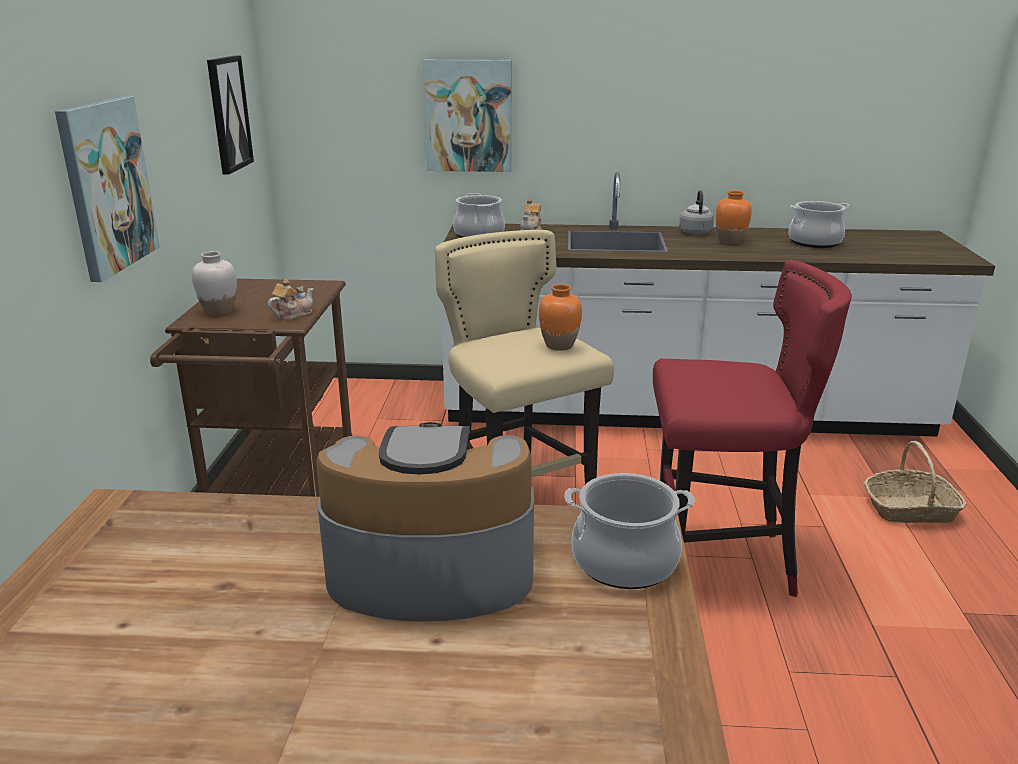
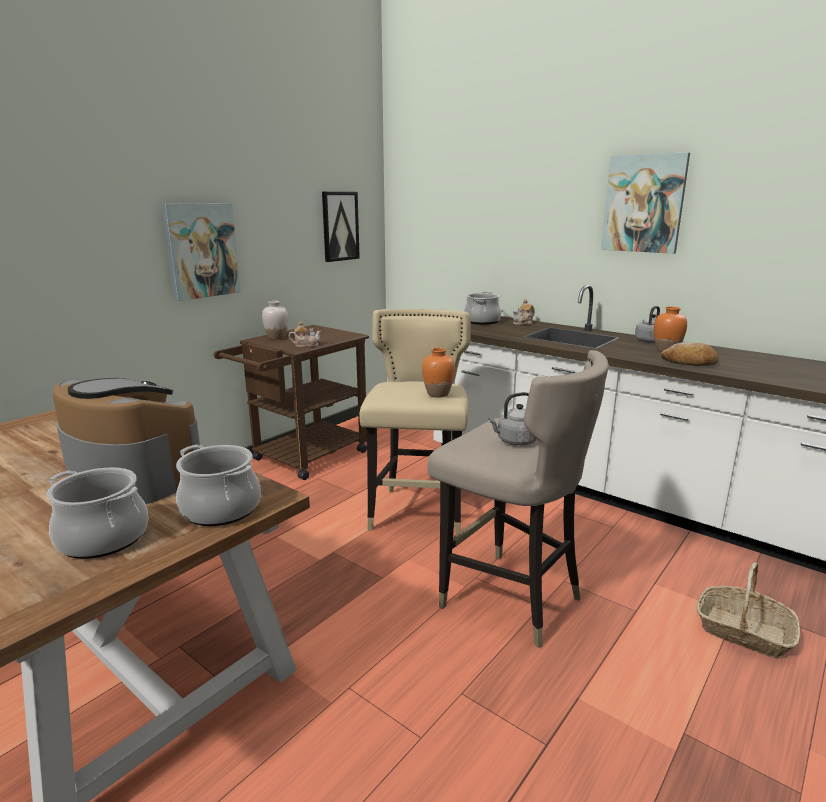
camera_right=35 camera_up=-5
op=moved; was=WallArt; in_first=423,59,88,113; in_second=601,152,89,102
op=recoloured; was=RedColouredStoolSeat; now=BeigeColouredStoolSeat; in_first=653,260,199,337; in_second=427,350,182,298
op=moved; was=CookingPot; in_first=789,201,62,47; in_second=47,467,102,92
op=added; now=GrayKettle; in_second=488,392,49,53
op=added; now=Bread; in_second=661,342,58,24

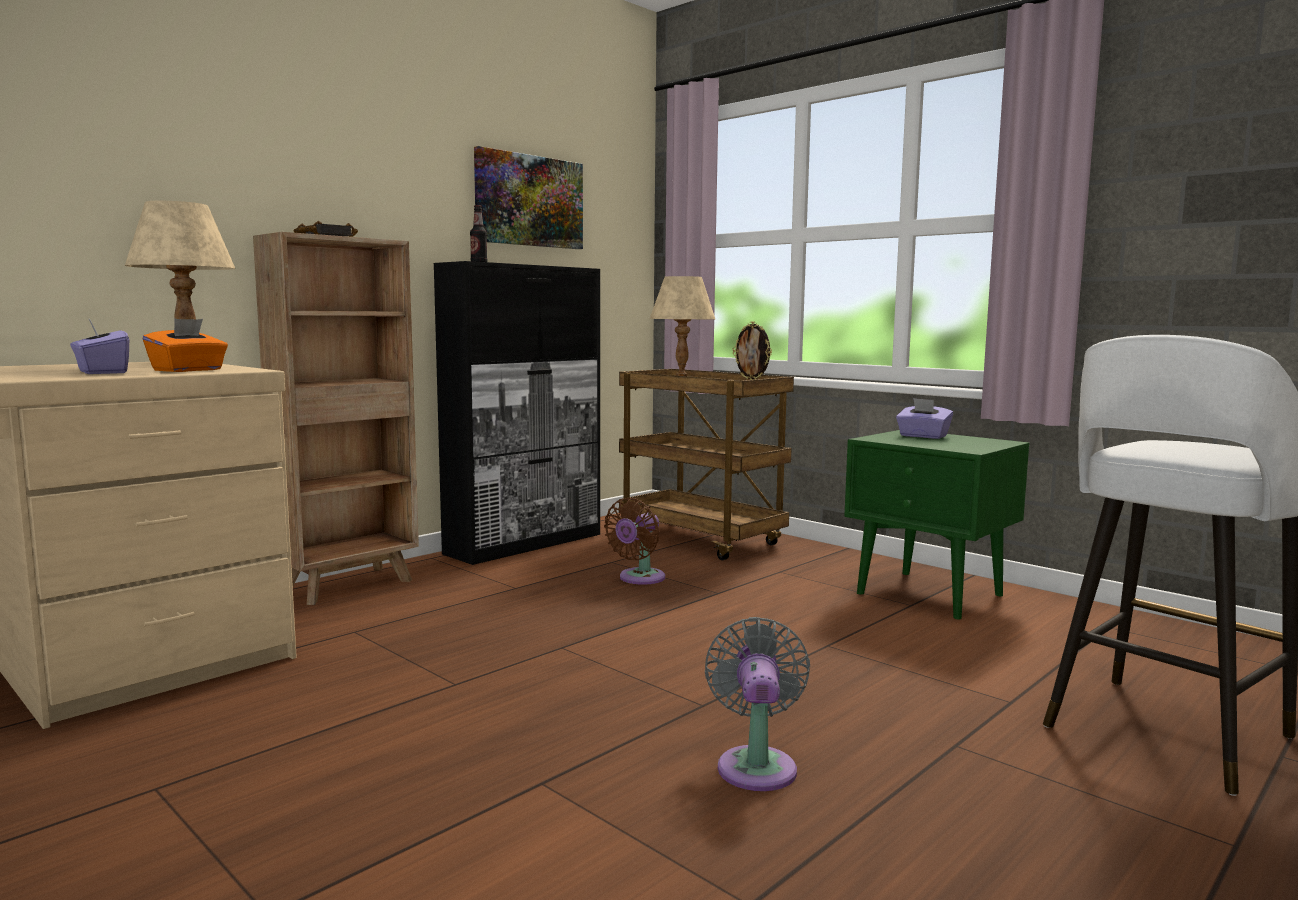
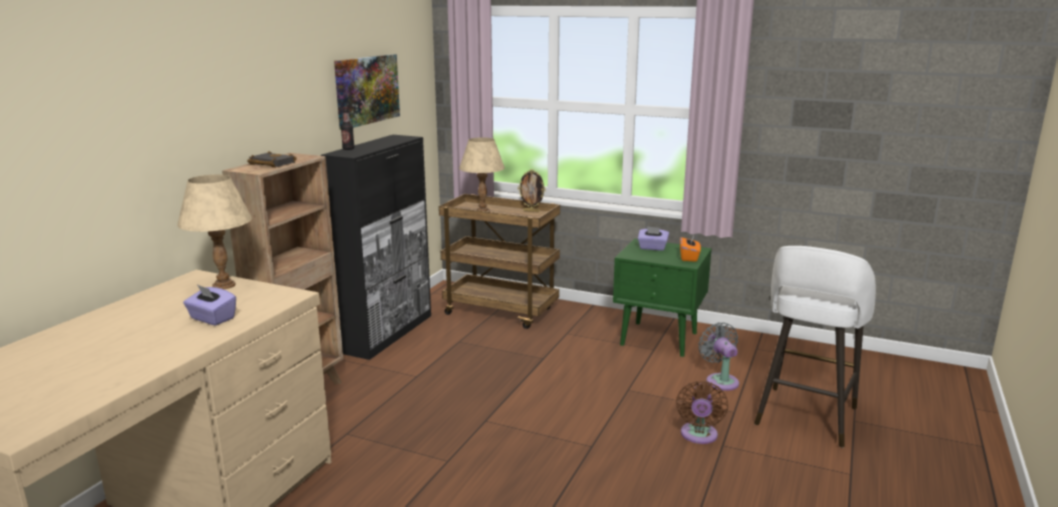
camera_right=-20 camera_up=10
op=moved; was=OrangeyTissueHolder; in_first=143,319,85,53; in_second=680,235,21,27
op=moved; was=BrownCoolingFan; in_first=604,498,61,87; in_second=676,381,52,63
op=moved; was=GrayCoolingFan; in_first=705,617,105,174; in_second=698,322,41,69

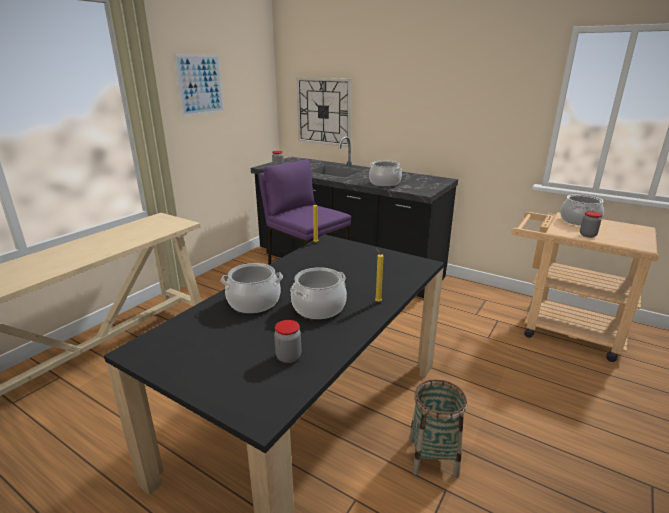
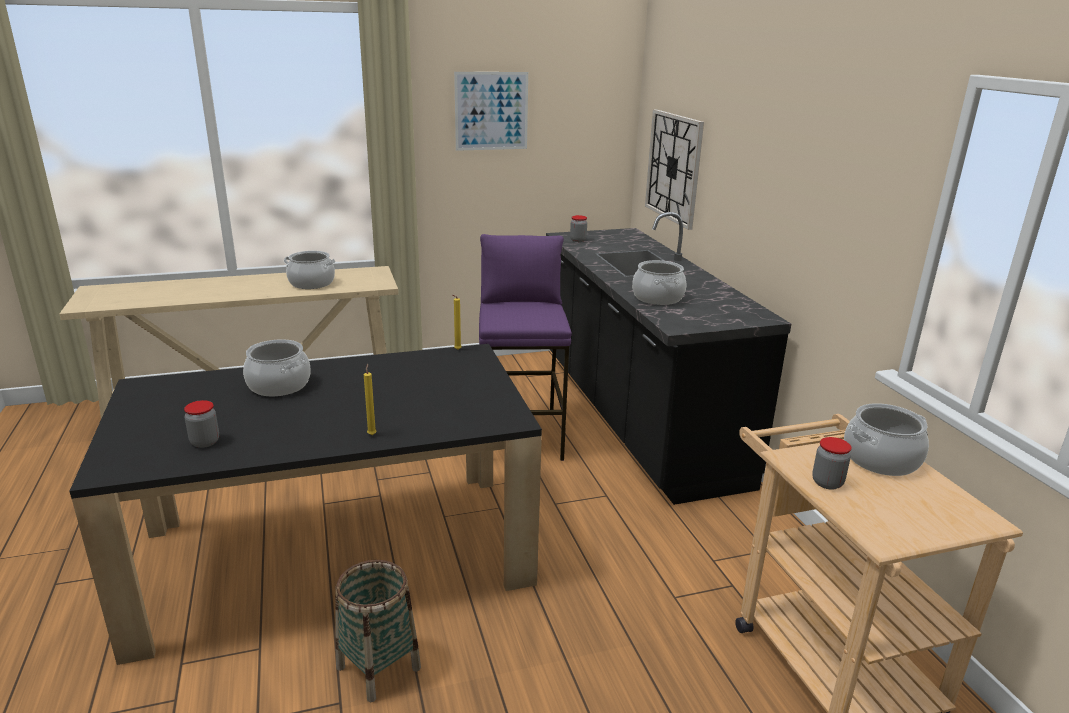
camera_right=40 camera_up=0
op=moved; was=CookingPot; in_first=290,267,57,52; in_second=284,251,52,38

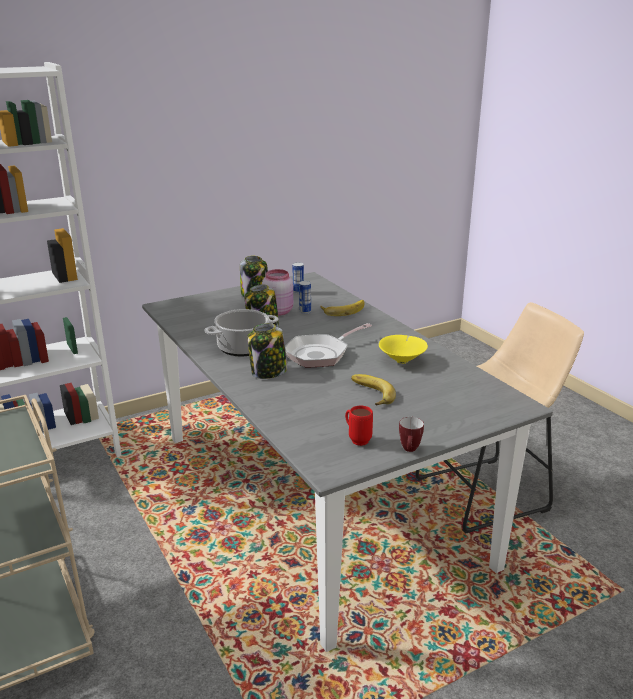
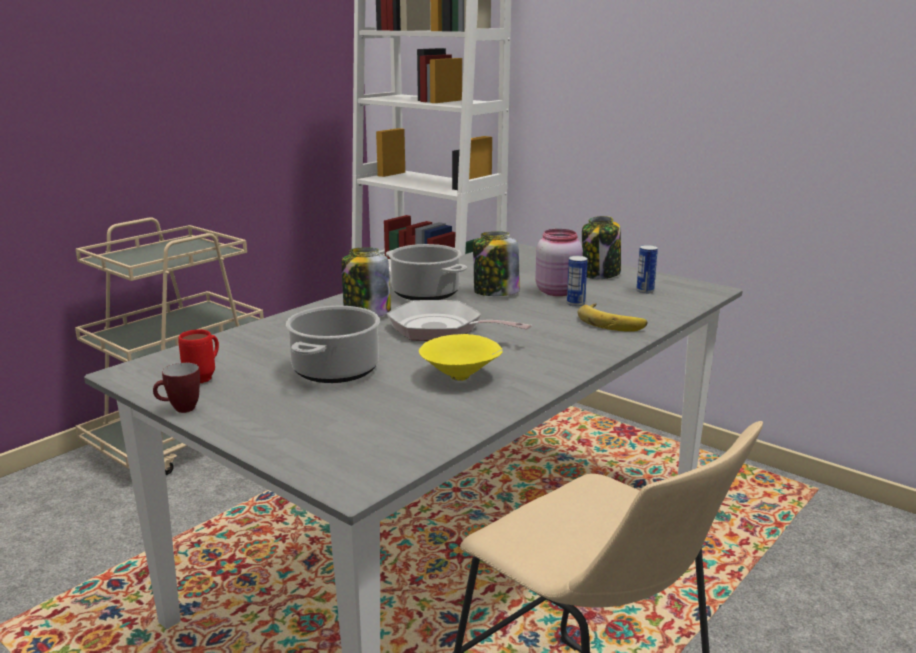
camera_right=70 camera_up=-5
op=replaced; was=Banana; now=CookingPot; in_first=351,374,45,32; in_second=286,306,94,77

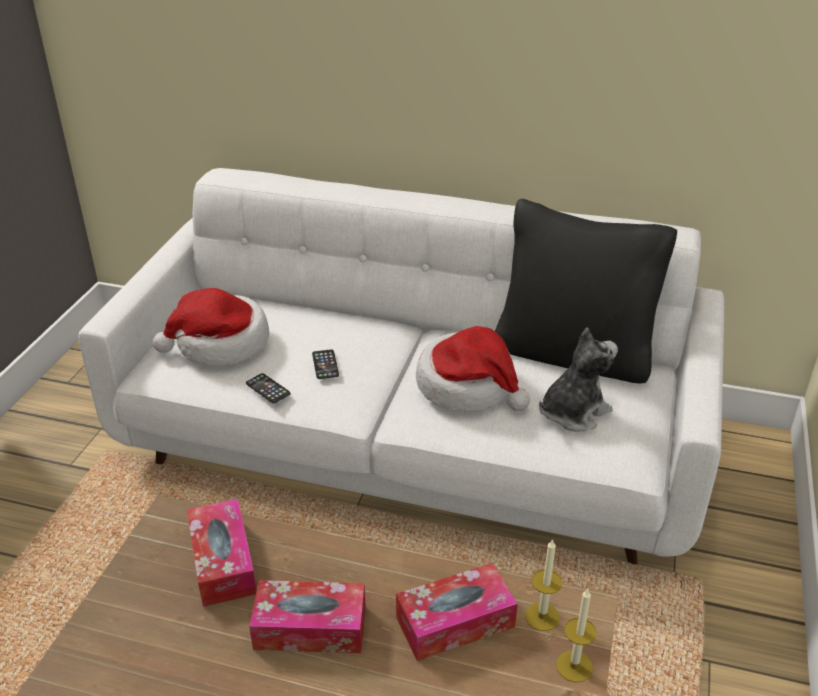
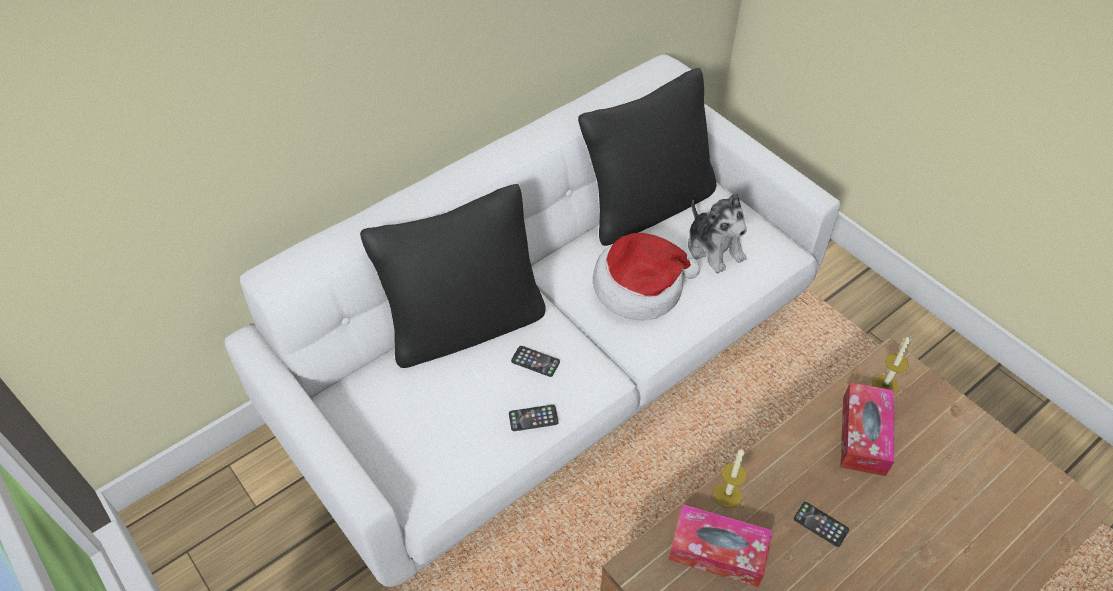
camera_right=-55 camera_up=15
op=removed; was=Hat; in_first=153,288,116,78
op=replaced; was=TissueHolder; now=Phone; in_first=249,580,117,73; in_second=794,502,55,45
op=turned; was=PlushToy; in_first=539,328,79,104; in_second=688,193,59,80; clockwise=150
op=moved; was=Candle; in_first=556,589,41,93; in_second=714,448,33,60
op=added; now=BlackCushion; in_second=360,184,186,184

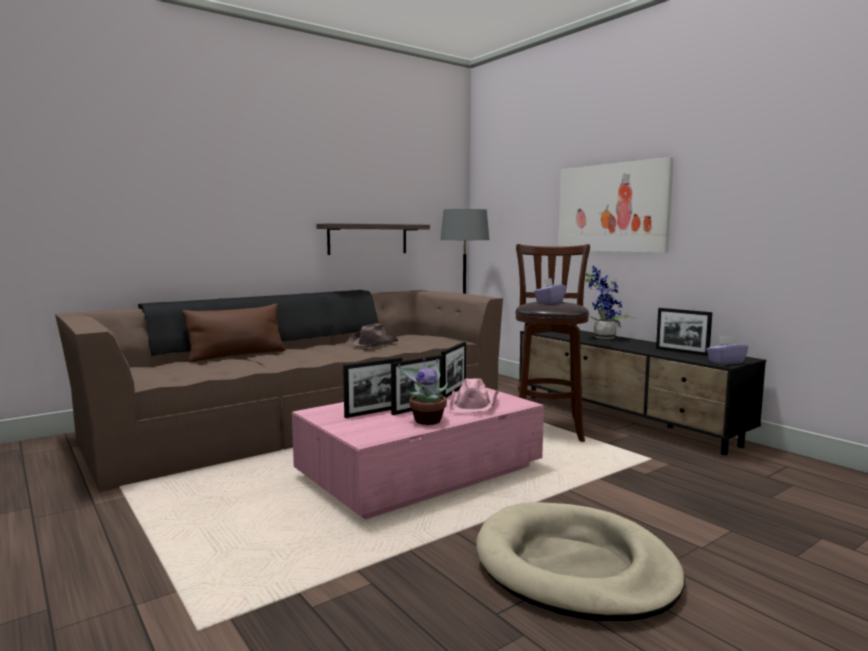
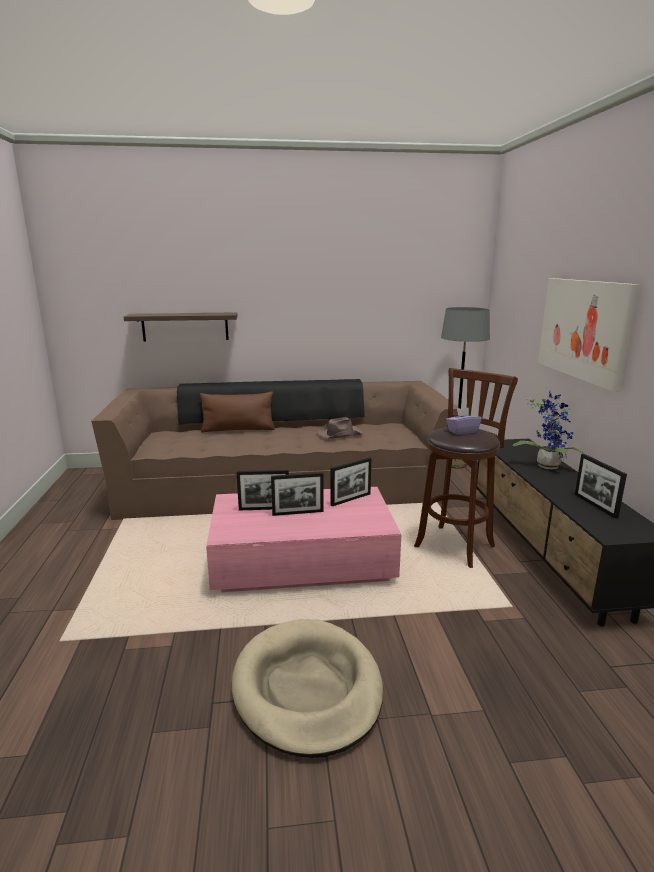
camera_right=30 camera_up=10
op=moved; was=WallShelf; in_first=316,223,114,32; in_second=124,312,114,29
op=removed; was=Houseplant; in_first=398,359,50,66
op=removed; was=PinkishHat; in_first=450,379,49,34
op=removed; was=PurplishTissueHolder; in_first=706,336,42,29

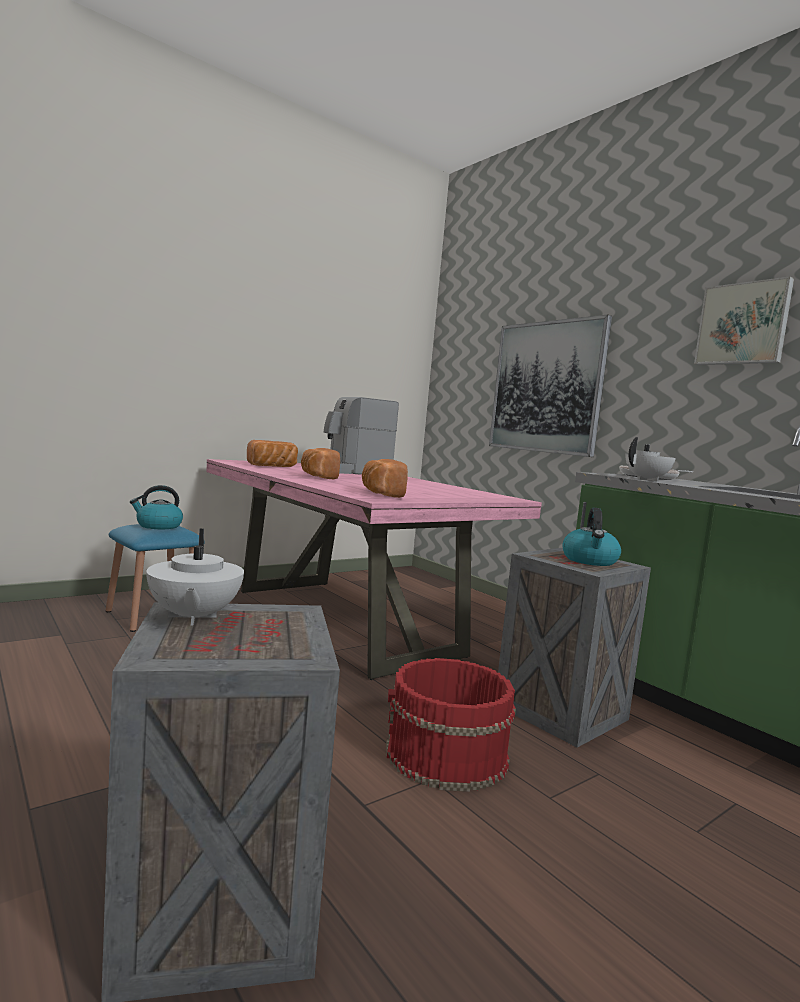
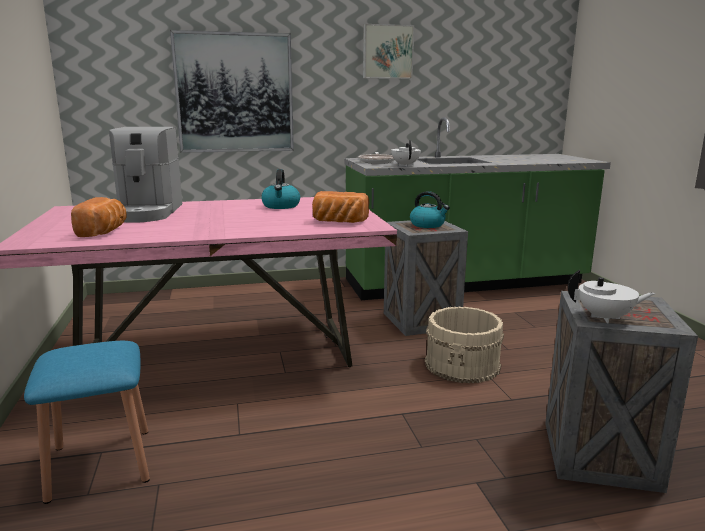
camera_right=-65 camera_up=10
op=moved; was=Kettle; in_first=130,485,53,44; in_second=261,169,39,40
op=removed; was=Bread; in_first=301,448,39,31
op=recoloured; was=RedColouredWaterBucket; now=BeigeColouredWaterBucket; in_first=386,658,130,134; in_second=425,307,79,76

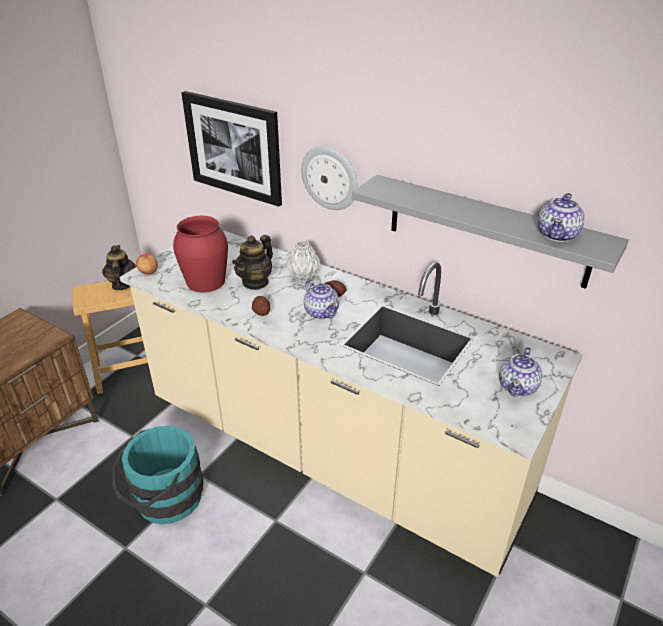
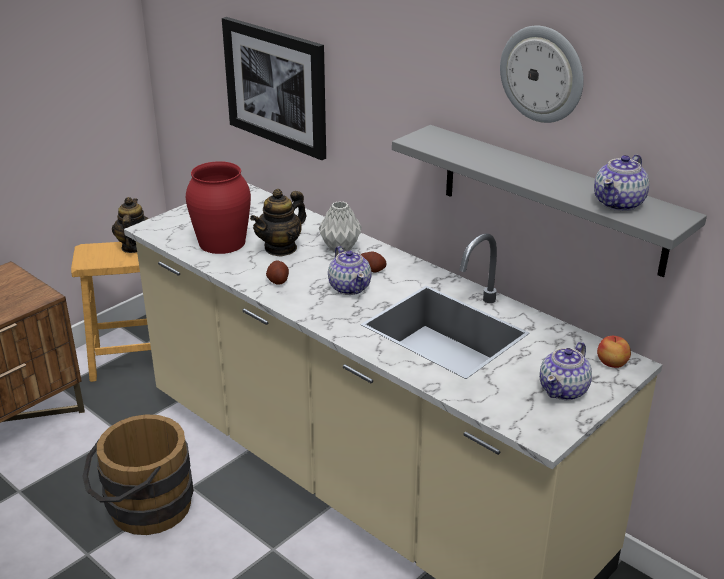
camera_right=10 camera_up=-5
op=recoloured; was=TurquoiseColouredWaterBucket; now=BrownWaterBucket; in_first=112,426,91,98; in_second=82,414,112,121
op=moved; was=AppleFruit; in_first=136,254,22,21; in_second=597,336,34,32
op=moved; was=ClockOnTheWall; in_first=301,146,57,64; in_second=500,26,84,97

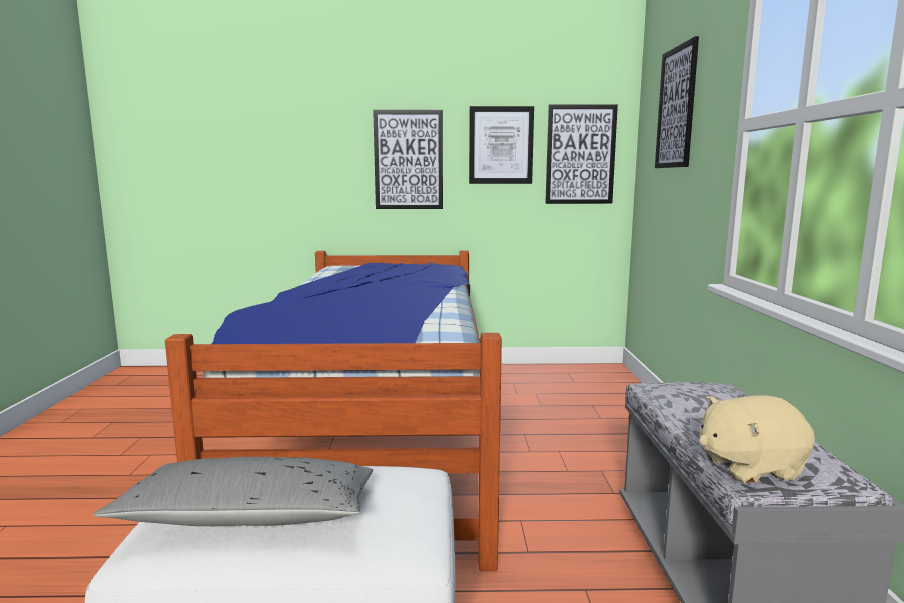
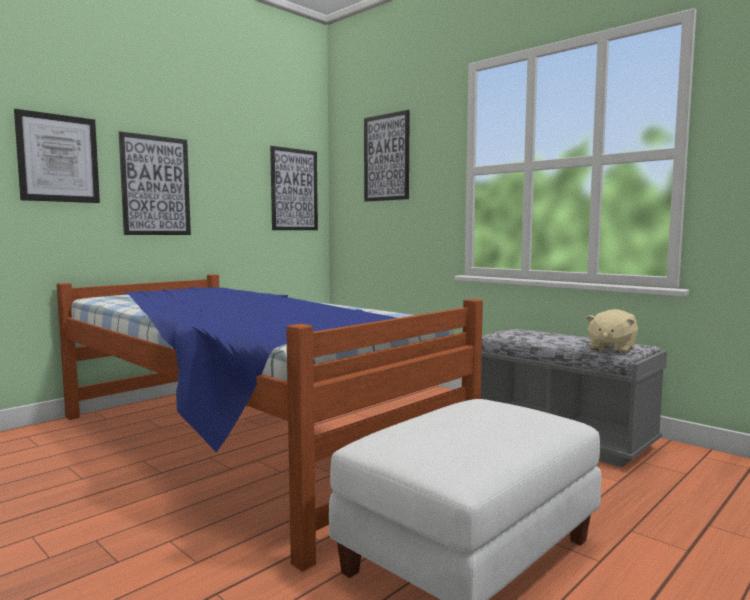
camera_right=-45 camera_up=-5
op=removed; was=GrayCushion; in_first=93,457,280,69
op=moved; was=WallArt; in_first=469,106,65,78; in_second=14,109,86,94

